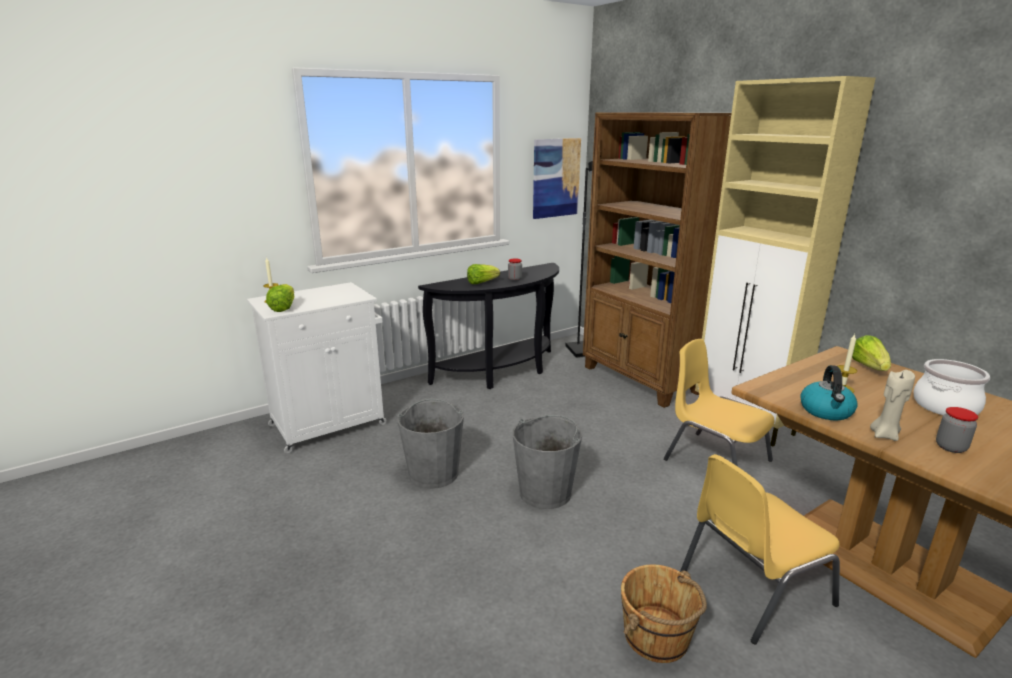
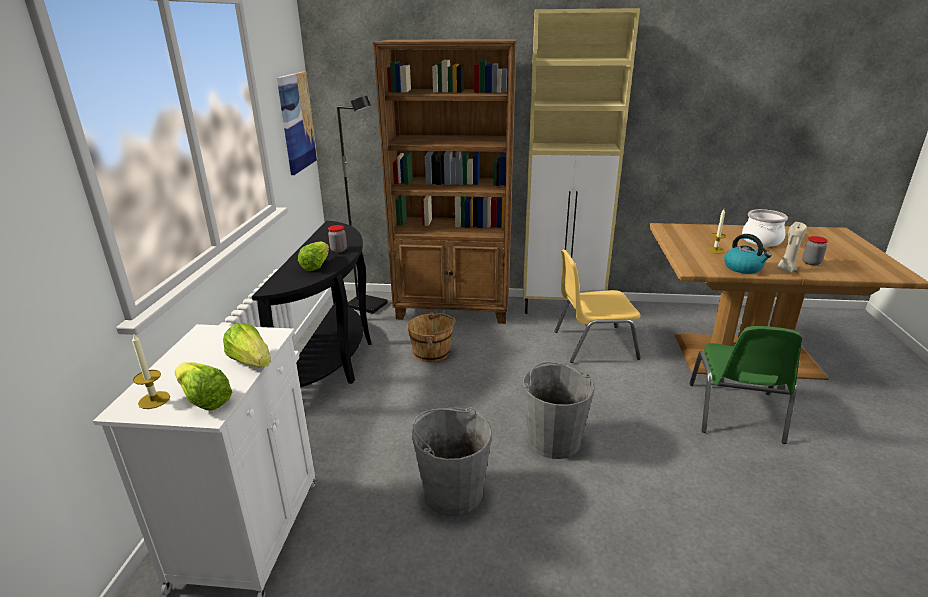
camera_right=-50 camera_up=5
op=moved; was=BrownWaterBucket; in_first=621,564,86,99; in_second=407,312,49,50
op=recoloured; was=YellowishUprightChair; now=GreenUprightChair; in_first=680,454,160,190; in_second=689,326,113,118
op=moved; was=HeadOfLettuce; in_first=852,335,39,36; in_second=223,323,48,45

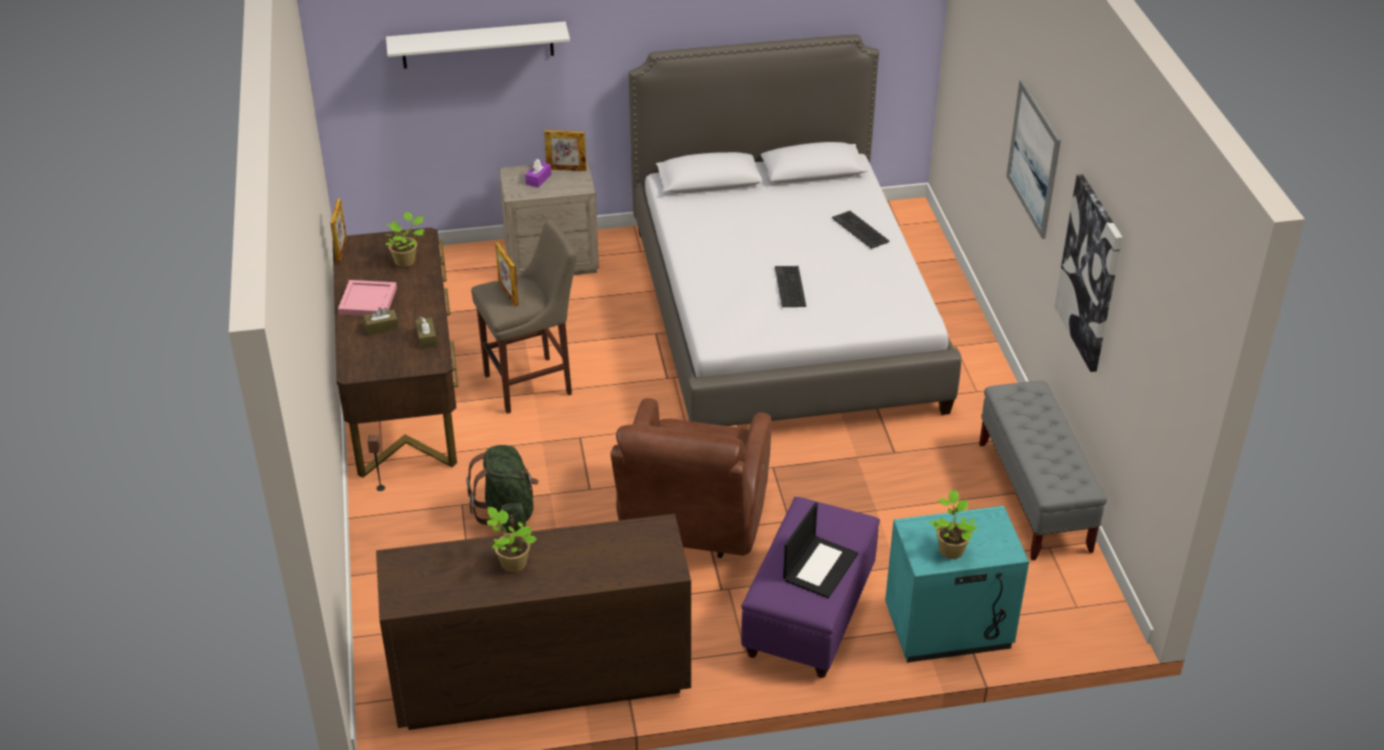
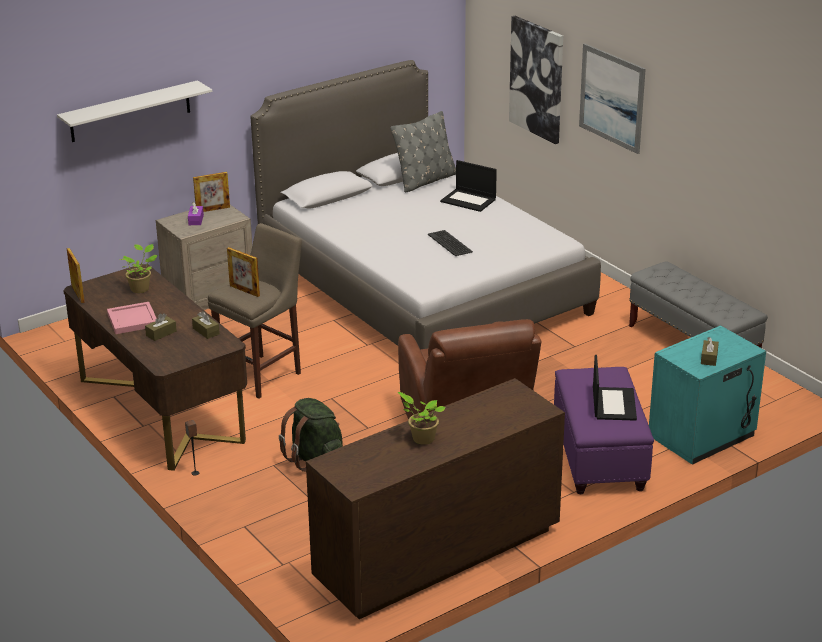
camera_right=-25 camera_up=-10
op=replaced; was=ComputerKeyboard; now=NotebookComputer; in_first=832,211,58,38; in_second=440,160,57,52
op=replaced; was=Houseplant; now=BrownTissueHolder; in_first=929,489,48,70; in_second=701,337,18,29
op=moved; was=WallArt; in_first=1054,174,69,198; in_second=509,16,54,128
op=added; now=GrayCushion; in_second=390,111,66,81

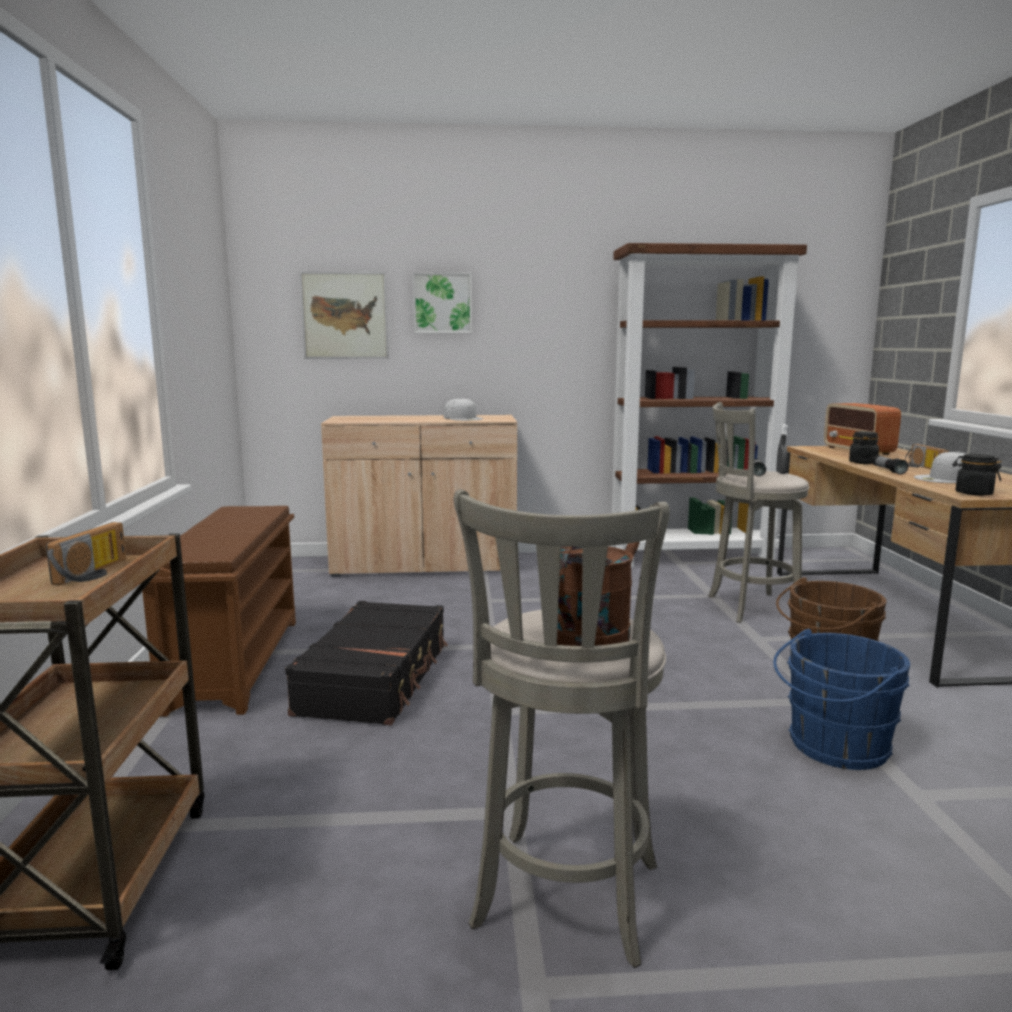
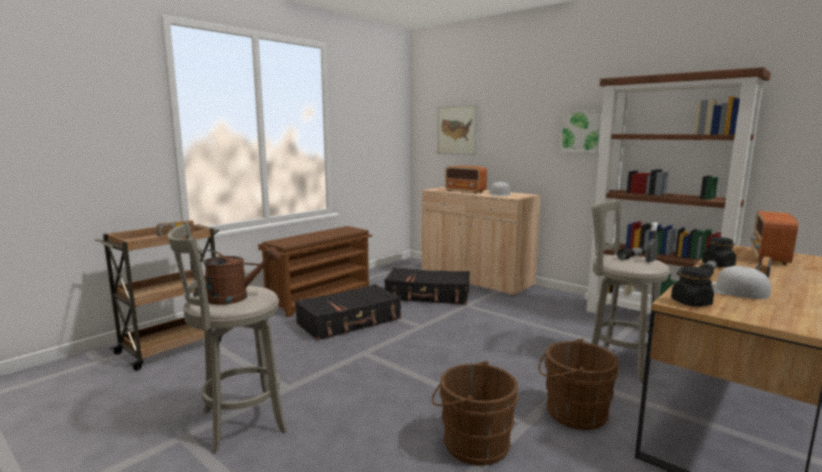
camera_right=45 camera_up=0
op=moved; was=WallArt; in_first=413,272,59,61; in_second=560,110,43,42
op=recoloured; was=BlueWaterBucket; now=BrownWaterBucket; in_first=773,629,137,141; in_second=432,361,87,105
op=added; now=BlackPieceOfLuggage; in_second=384,268,86,37
op=added; now=RadioSet; in_second=445,166,42,28

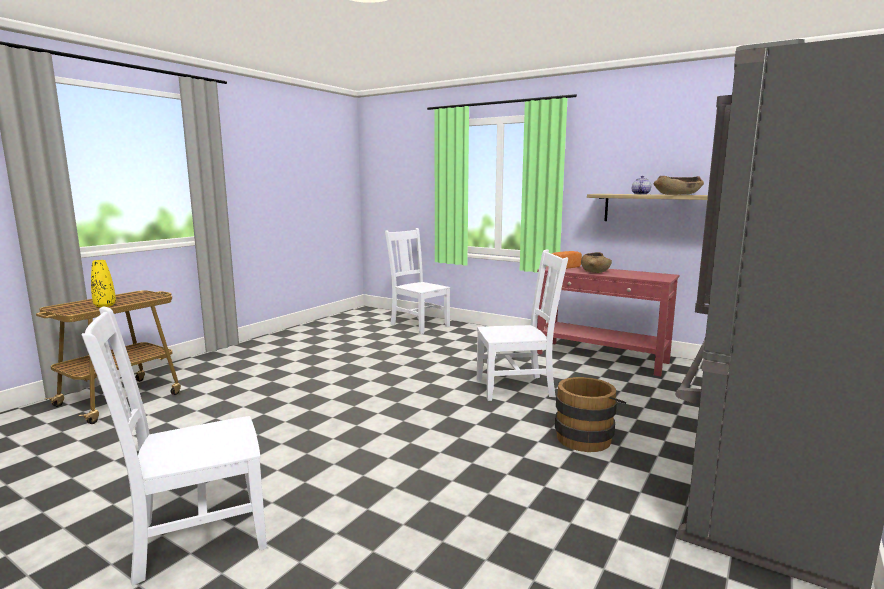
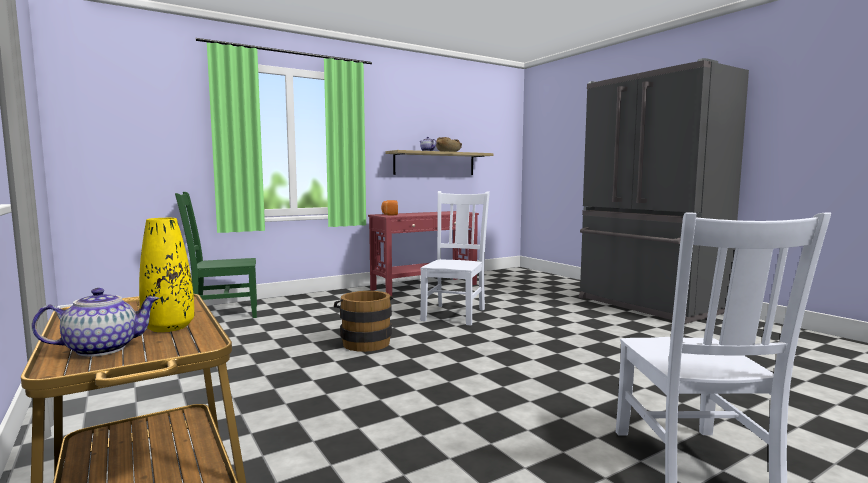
camera_right=-65 camera_up=-5
op=recoloured; was=WhiteUprightChair; now=GreenUprightChair; in_first=385,228,65,106; in_second=175,192,82,126
op=moved; was=BrownWaterBucket; in_first=555,377,71,75; in_second=334,291,59,61
op=removed; was=BrownDeepDish; in_first=581,252,31,21
op=added; now=PotForTea; in_second=32,288,128,69

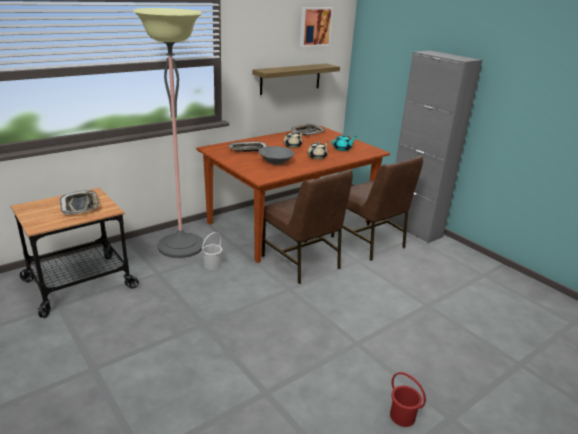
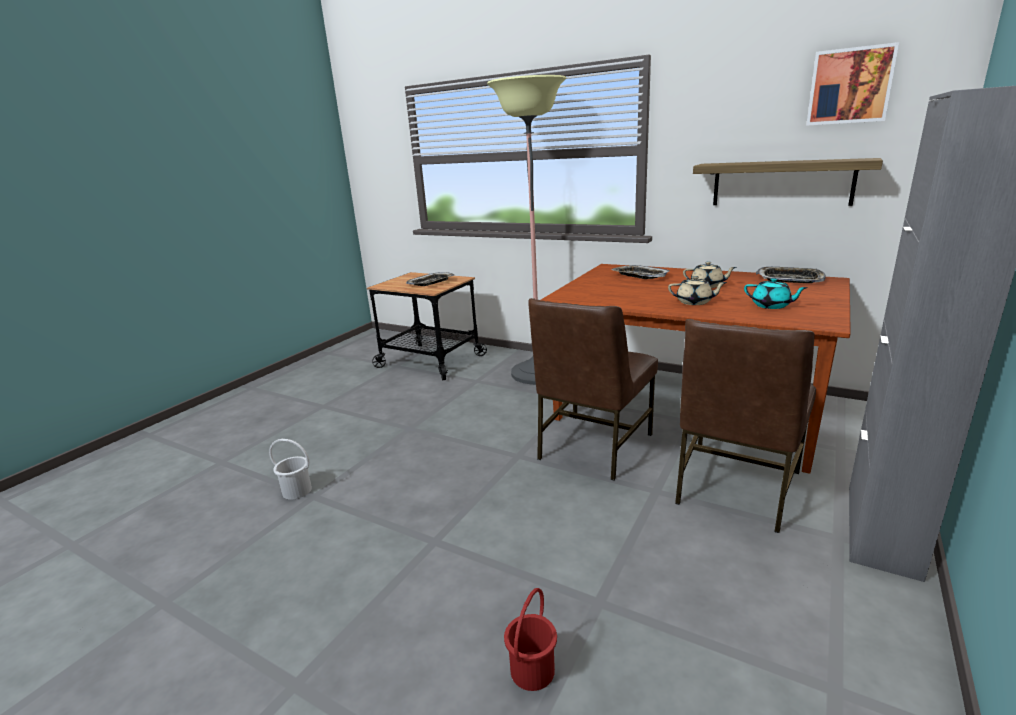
camera_right=70 camera_up=-5
op=moved; was=WhiteWaterBucket; in_first=202,232,20,38; in_second=269,439,43,61
op=removed; was=GrayDeepDish; in_first=258,146,36,19
op=moved; was=RedColouredWaterBucket; in_first=390,372,36,55; in_second=504,588,53,103

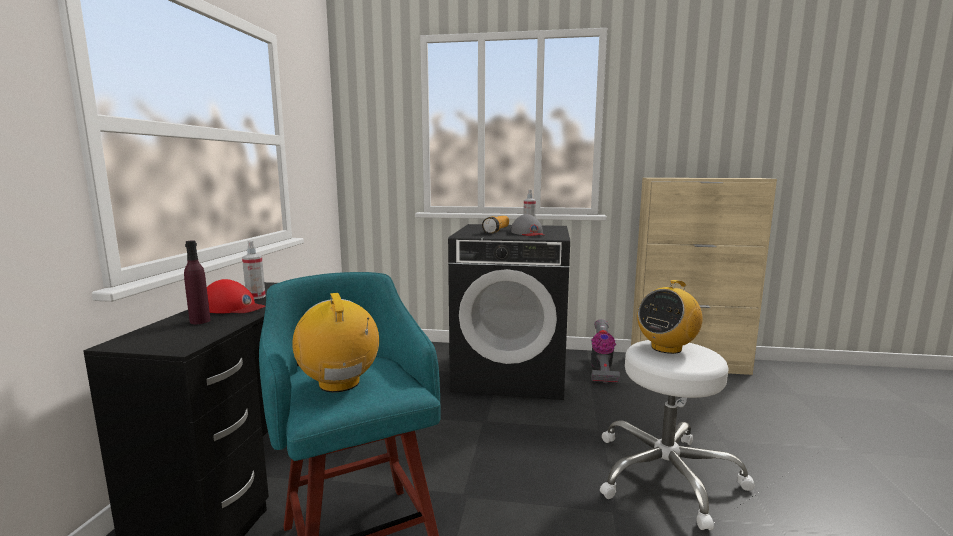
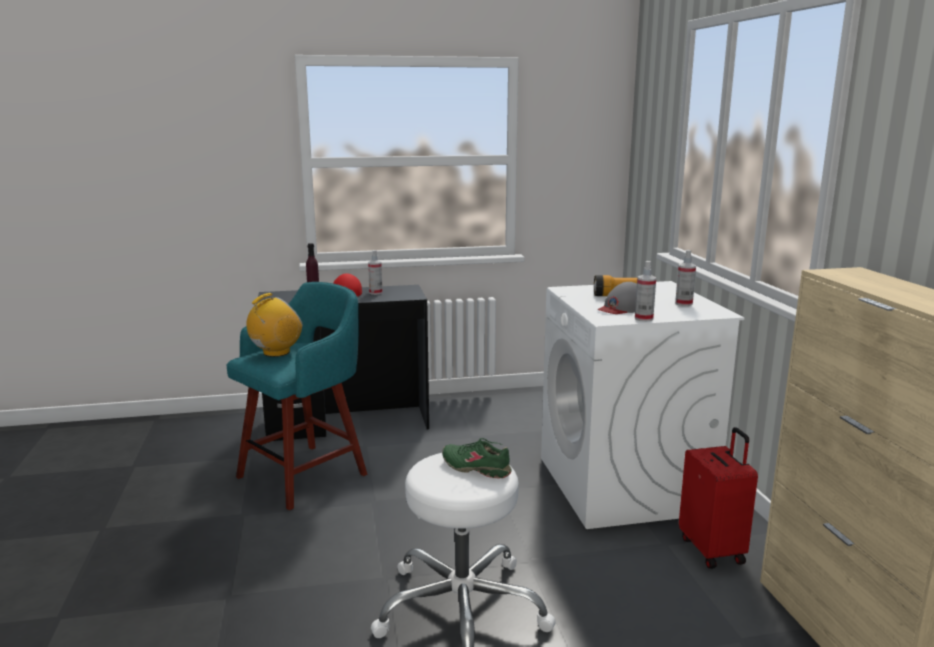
camera_right=70 camera_up=5
op=recoloured; was=BlackWashingMachine; now=WhiteWashingMachine; in_first=448,224,122,176; in_second=541,281,204,248
op=replaced; was=Hoover; now=RedColouredPieceOfLuggage; in_first=591,319,29,64; in_second=679,427,79,142
op=replaced; was=RadioSet; now=GreenLowShoe; in_first=637,280,65,74; in_second=442,438,70,40
op=added; now=Sprayer; in_second=635,261,21,61

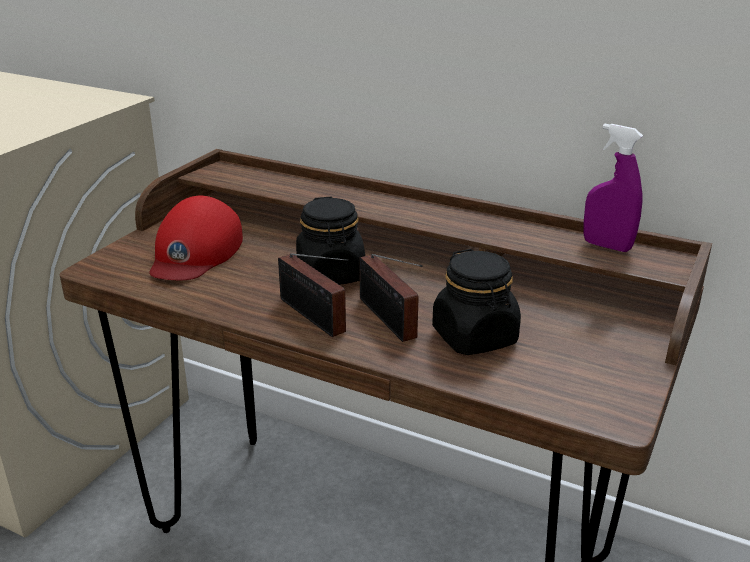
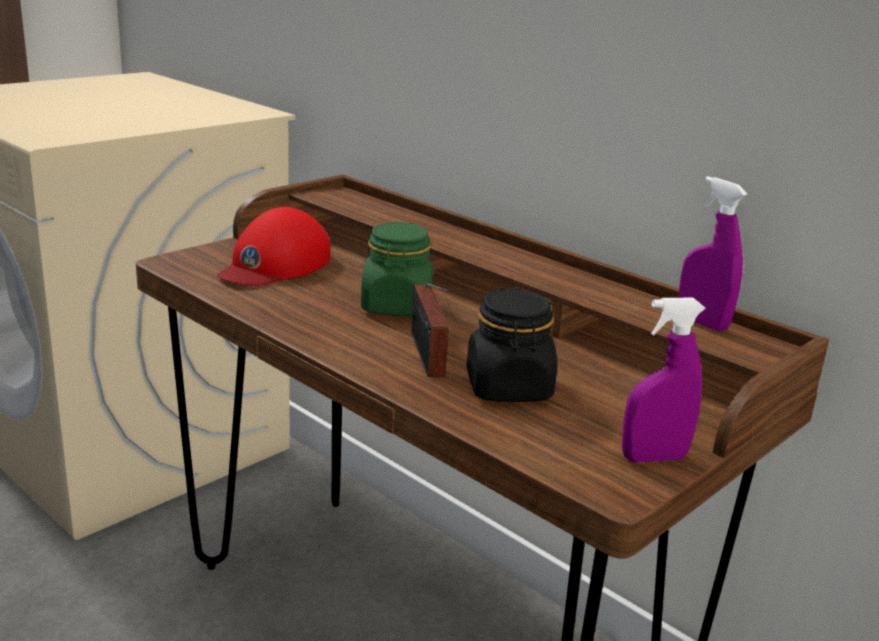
camera_right=15 camera_up=-5
op=removed; was=RadioSet; in_first=278,253,71,84
op=recoloured; was=BlackJar; now=GreenJar; in_first=296,197,69,88; in_second=361,222,72,94
op=added; now=PurplishSprayer; in_second=622,298,84,165

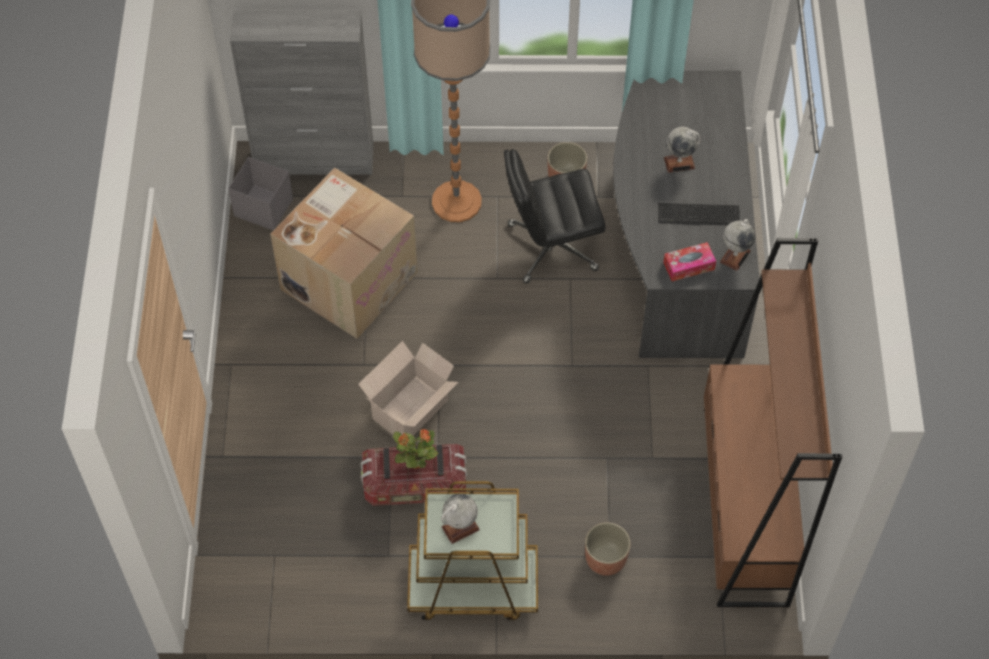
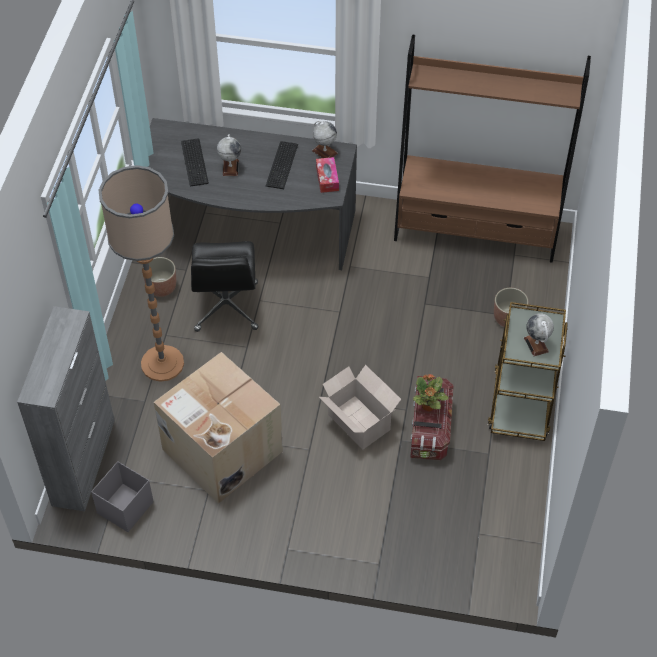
camera_right=-80 camera_up=-5
op=added; now=ComputerKeyboard; in_second=181,138,28,49

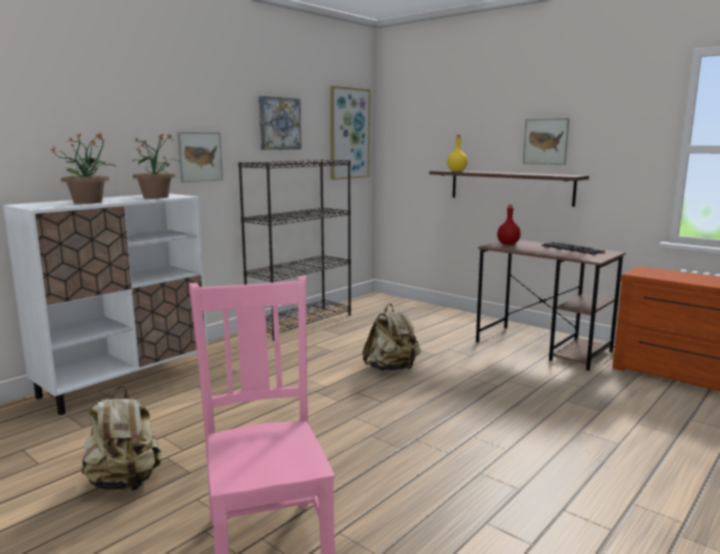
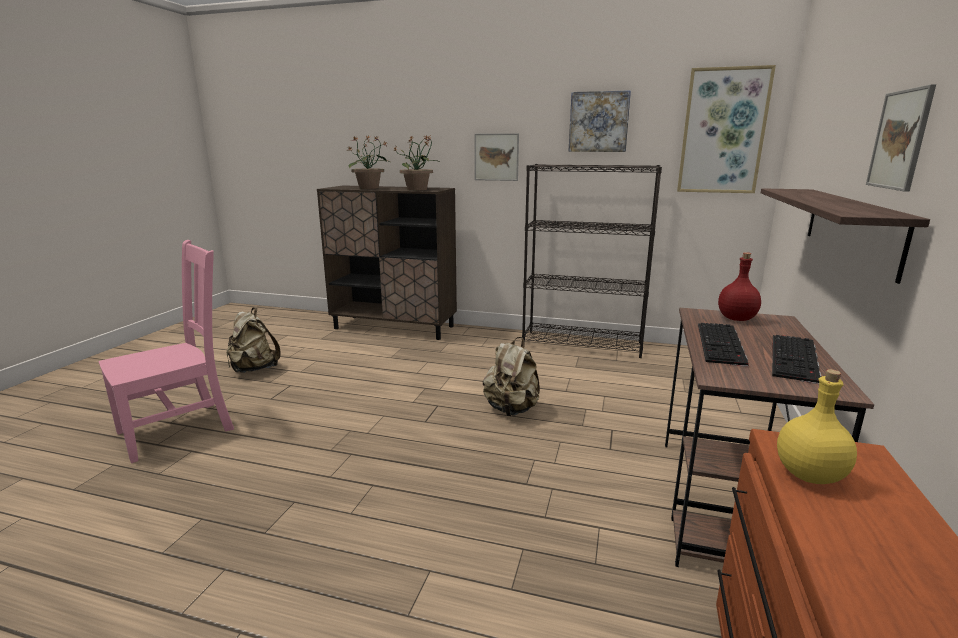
camera_right=65 camera_up=5
op=recoloured; was=WhiteCupboard; now=BrownCupboard; in_first=3,194,205,221; in_second=317,185,140,155
op=moved; was=YellowishBeverageBottle; in_first=447,135,21,36; in_second=777,369,80,115
op=added; now=ComputerKeyboard; in_second=698,323,51,44

